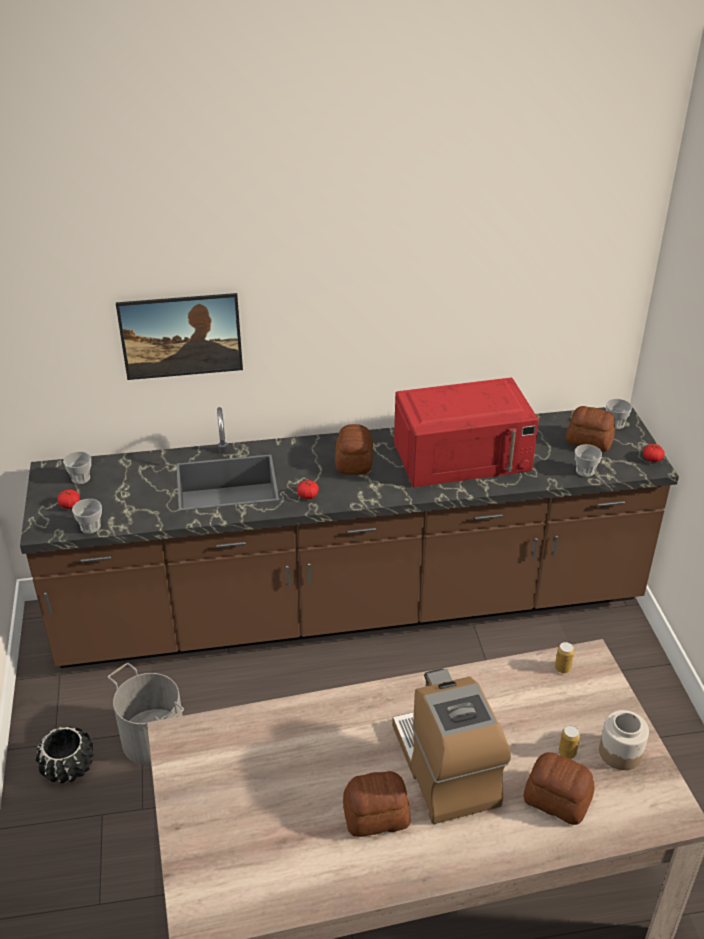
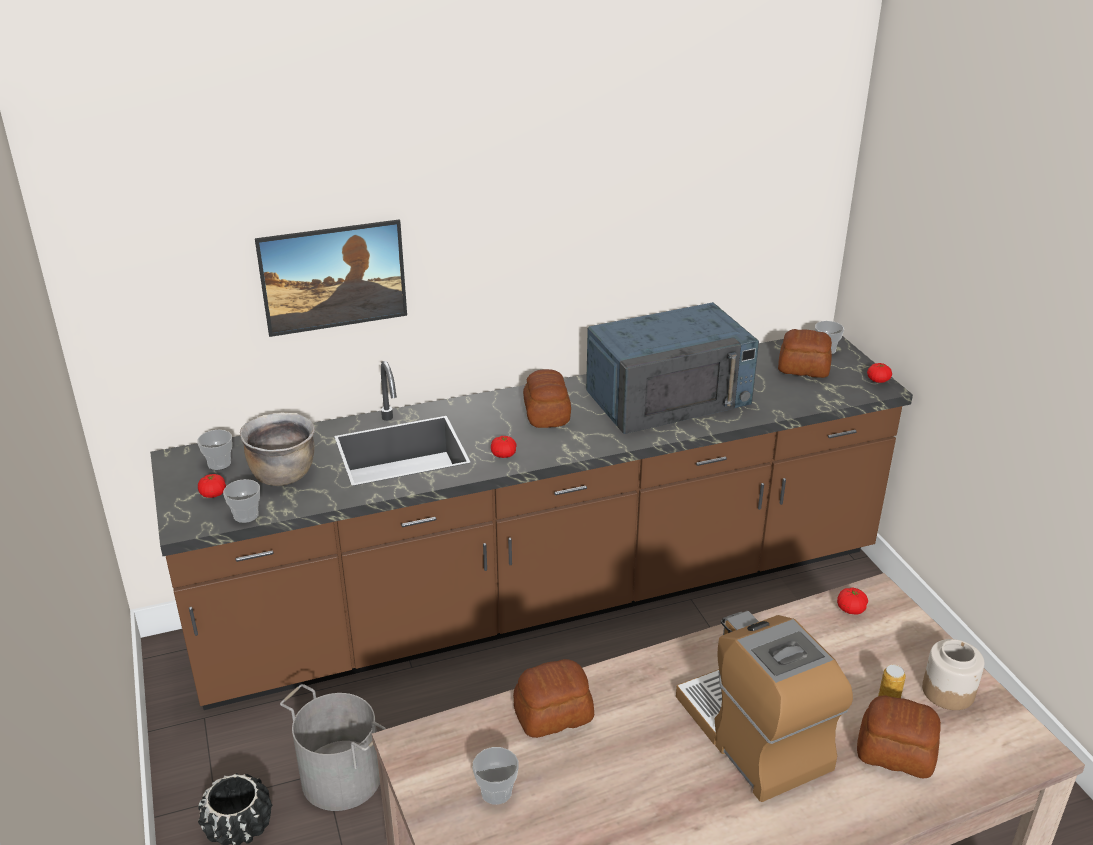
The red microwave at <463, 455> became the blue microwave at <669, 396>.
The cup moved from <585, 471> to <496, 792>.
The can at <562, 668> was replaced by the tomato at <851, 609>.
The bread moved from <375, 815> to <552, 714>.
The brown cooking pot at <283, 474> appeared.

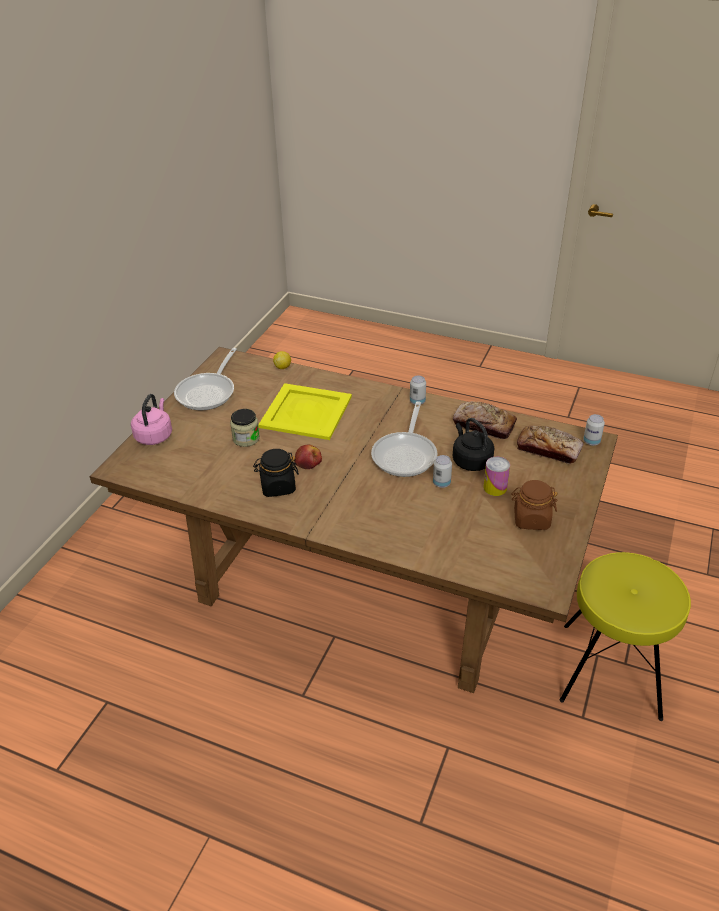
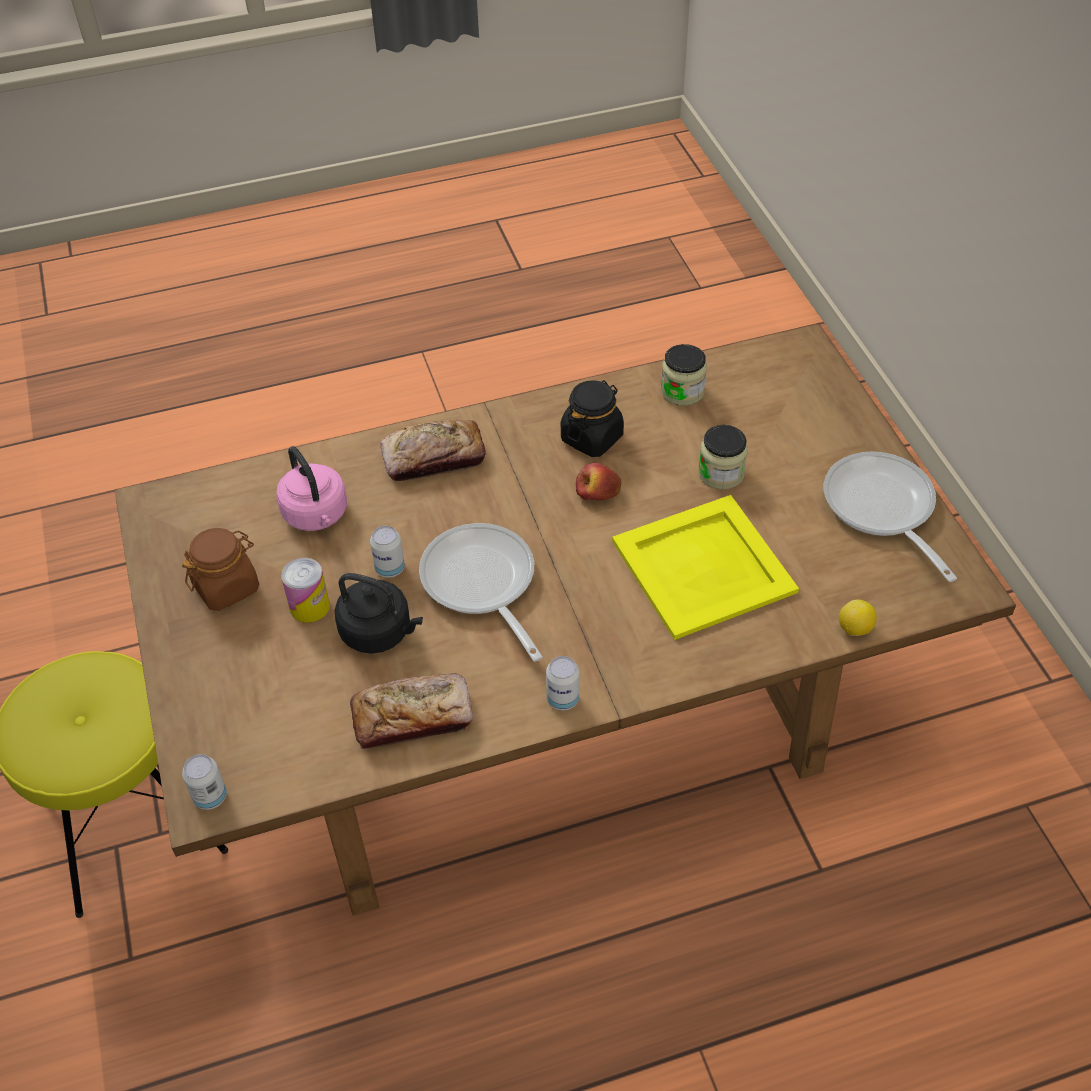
The pink kettle moved from <154, 435> to <317, 515>.
The bread moved from <549, 449> to <433, 458>.
The jar at <682, 391> appeared.

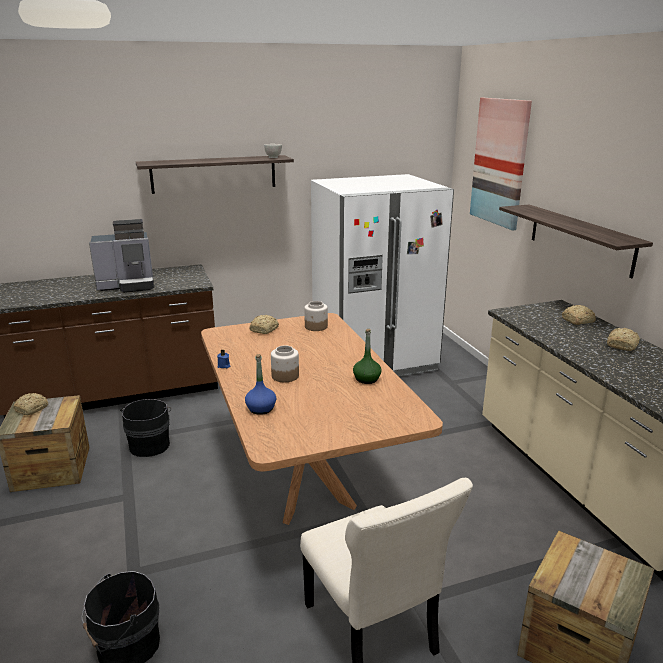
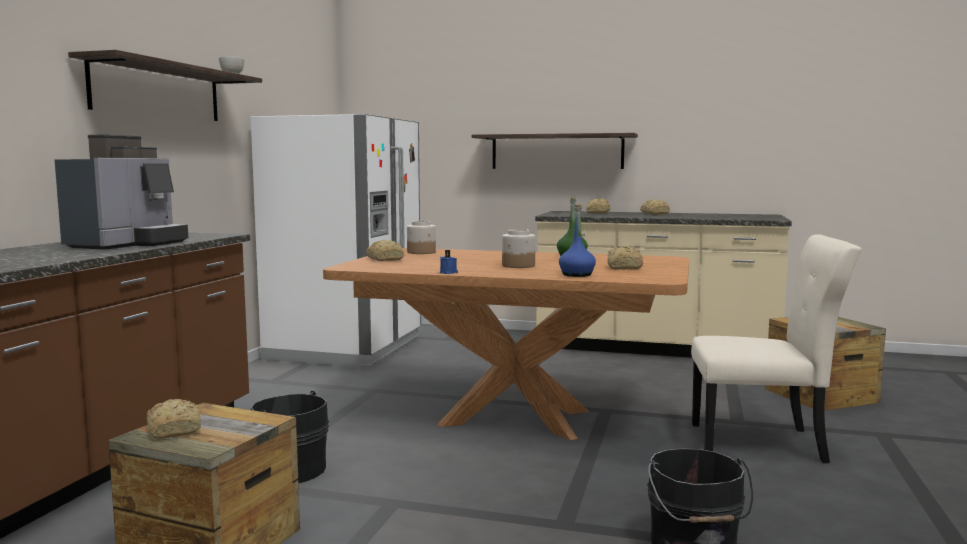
The picture at <500, 162> disappeared.
The bread at <624, 268> appeared.

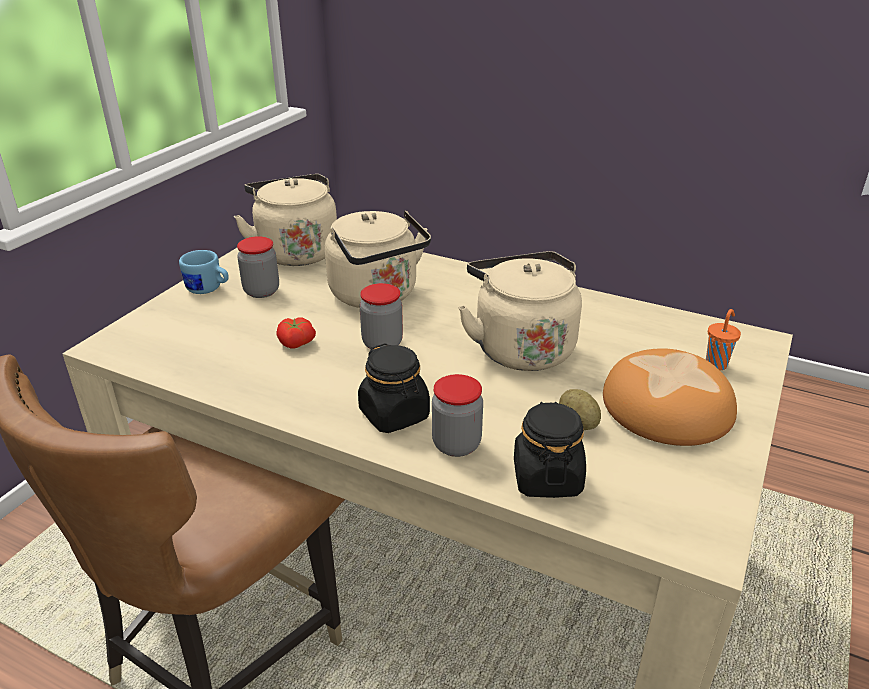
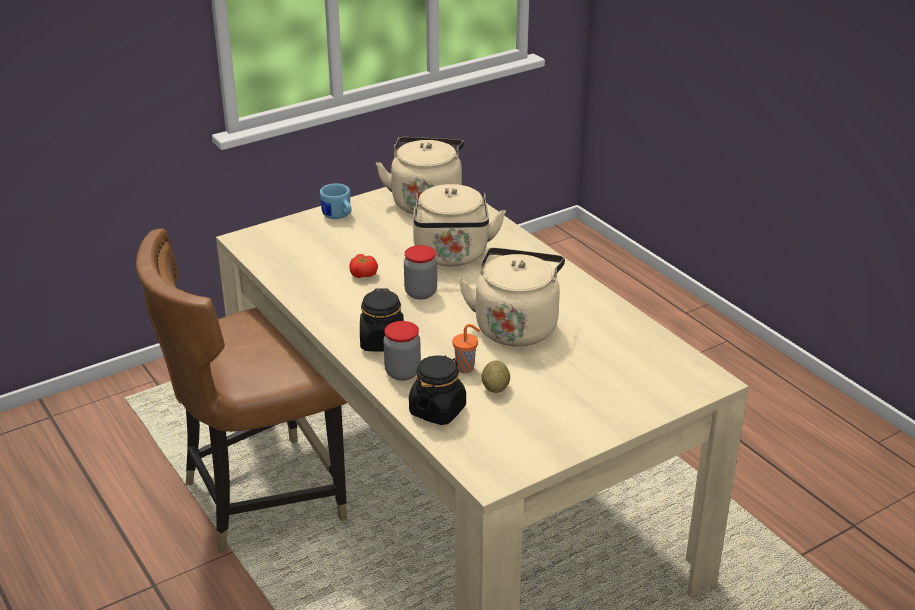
The jar at <261, 291> disappeared.
The orange cup moved from <716, 364> to <466, 368>.
The bread at <668, 407> disappeared.

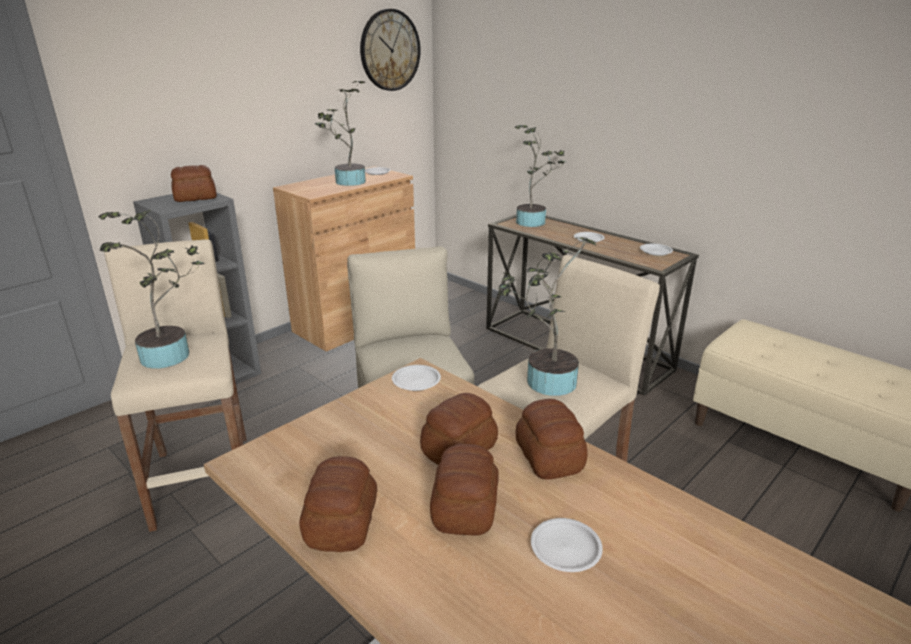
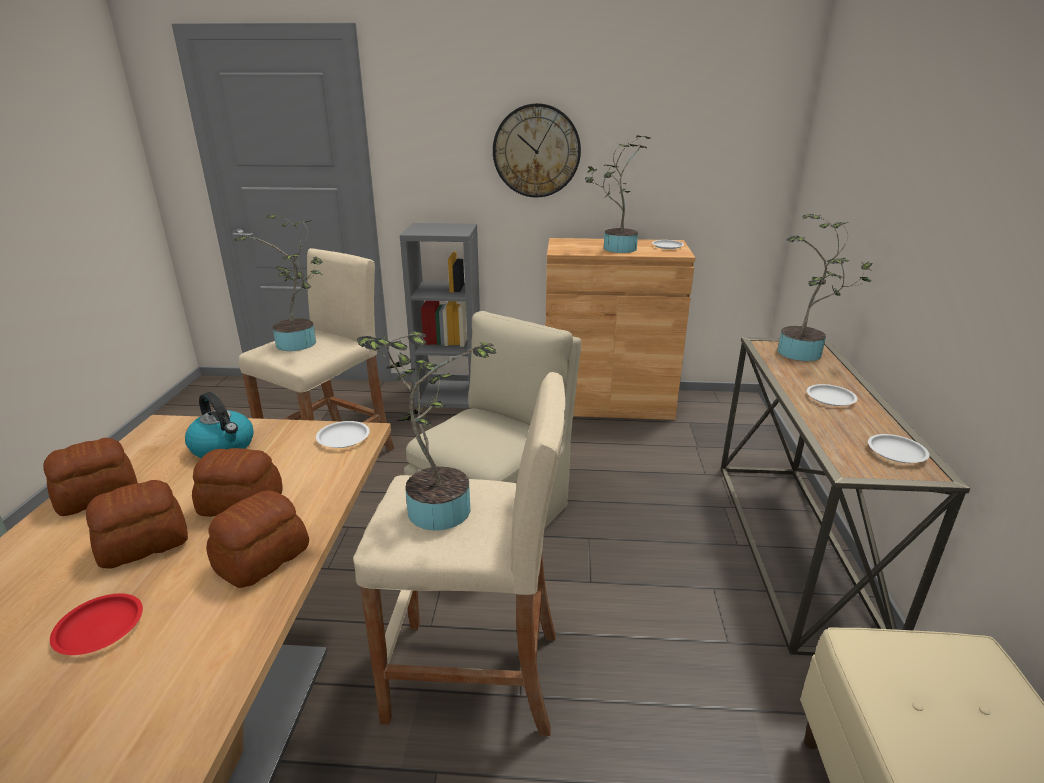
The wall clock moved from <390, 50> to <536, 151>.
The bread at <195, 198> disappeared.
The white plate at <565, 548> became the red plate at <100, 628>.
The kettle at <224, 447> appeared.

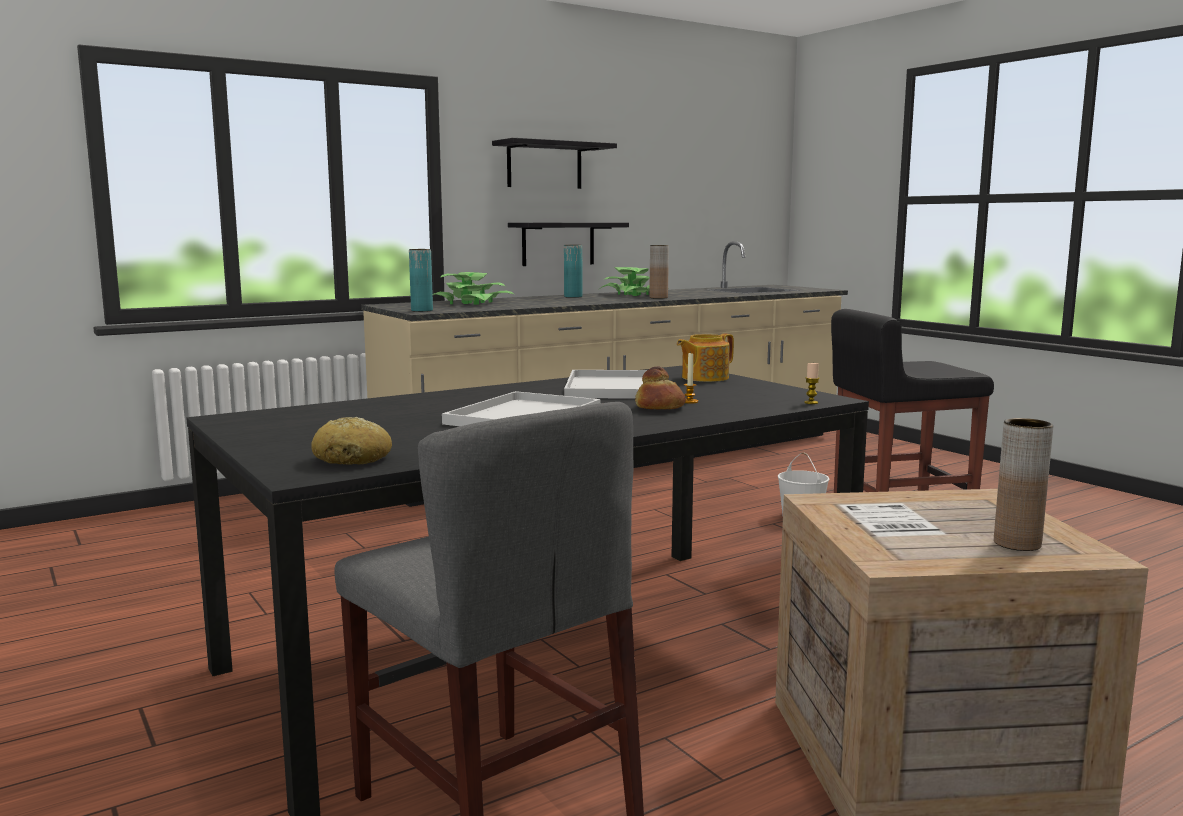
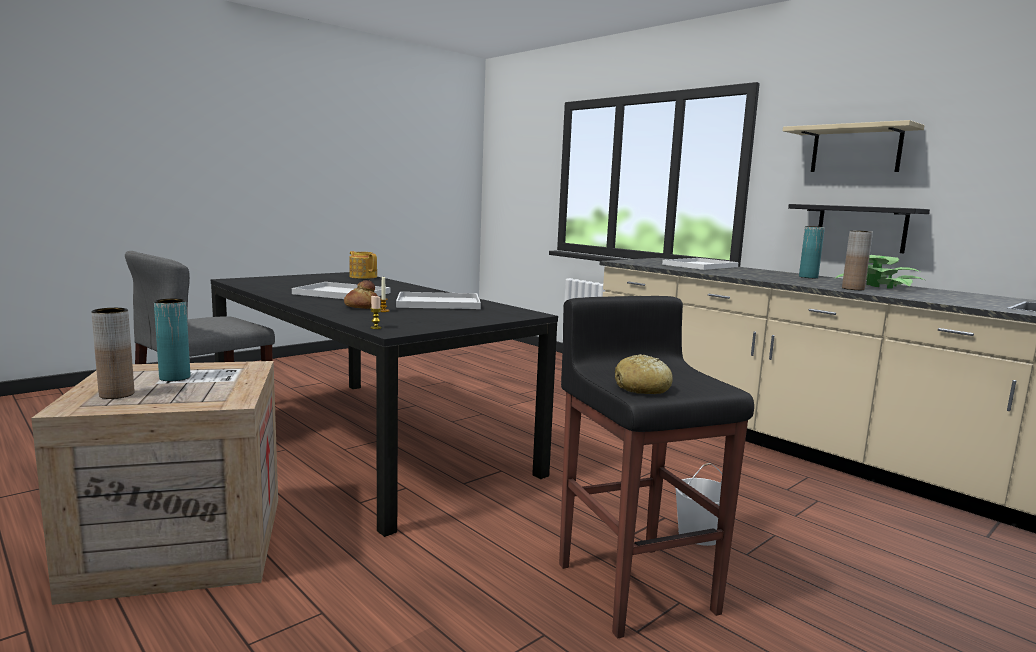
The black shelf at <544, 165> became the beige shelf at <856, 150>.
The turquoise vase moved from <422, 310> to <175, 377>.
The potted plant at <471, 303> was replaced by the white tray at <700, 265>.
The teapot moved from <704, 378> to <363, 276>.
The bread moved from <353, 459> to <642, 388>.

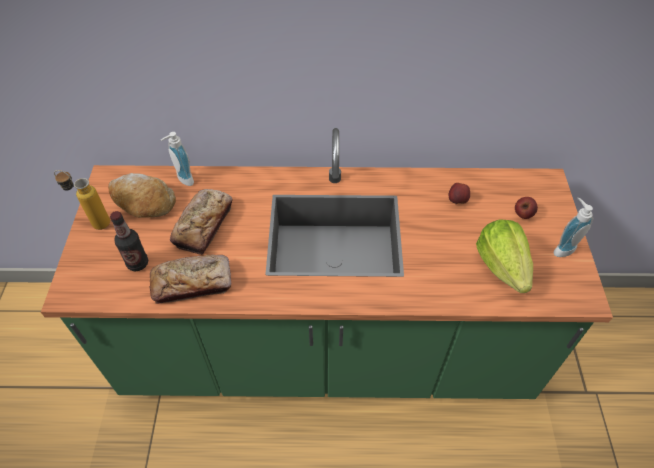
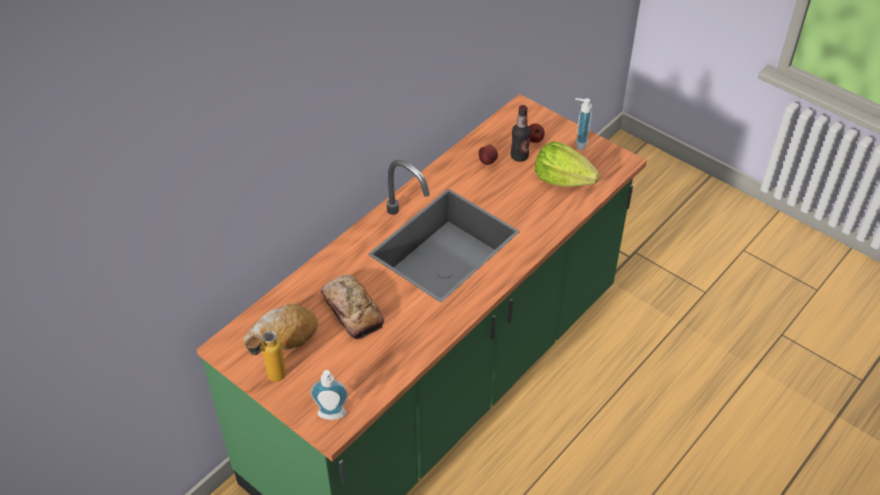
The soap dispenser moved from <183, 180> to <331, 417>.
The bottle moved from <137, 263> to <519, 156>.
The bread at <192, 283> disappeared.

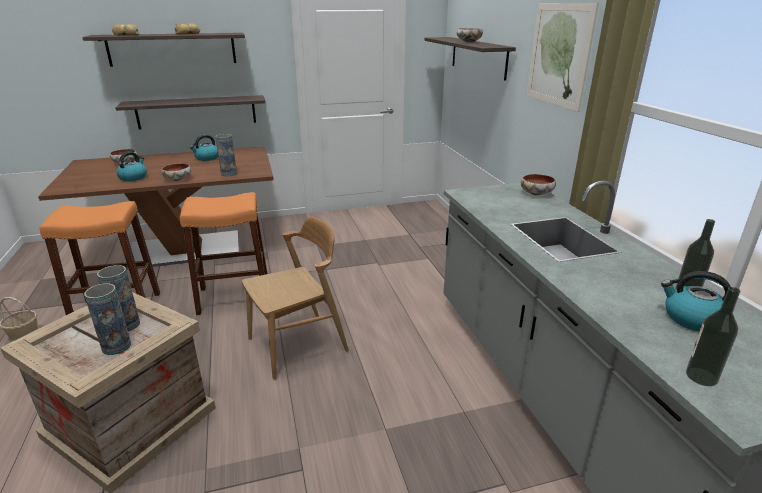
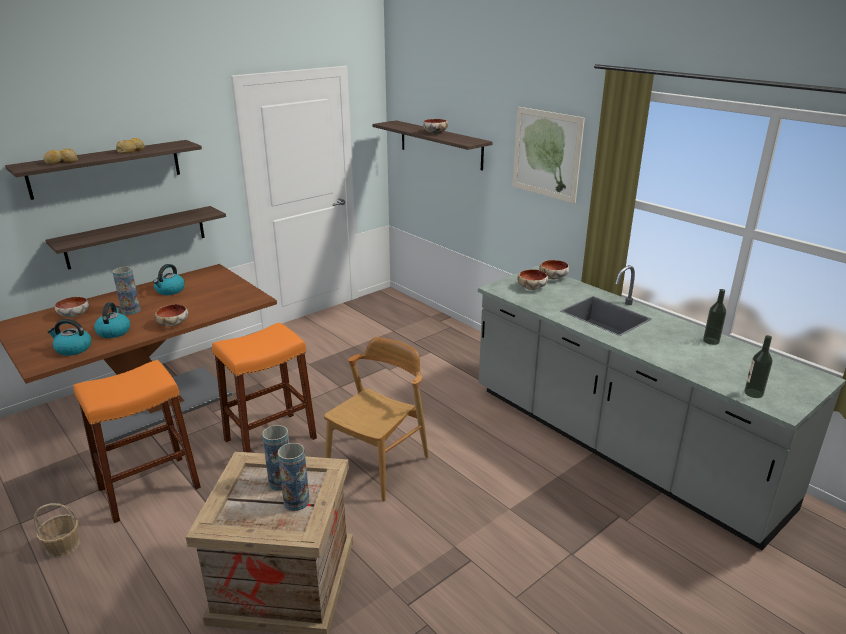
The vase moved from <229, 174> to <131, 310>.
The kettle moved from <692, 319> to <73, 349>.
The bowl at <532, 287> appeared.

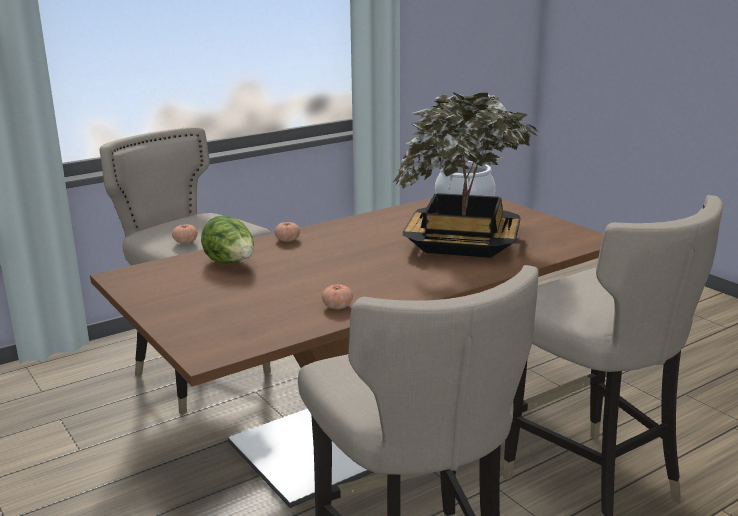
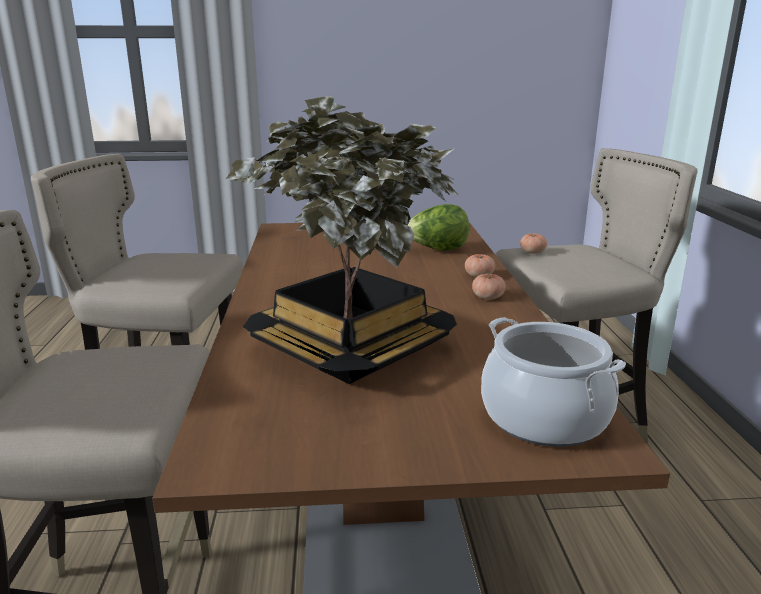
The tomato moved from <337, 306> to <488, 297>.

